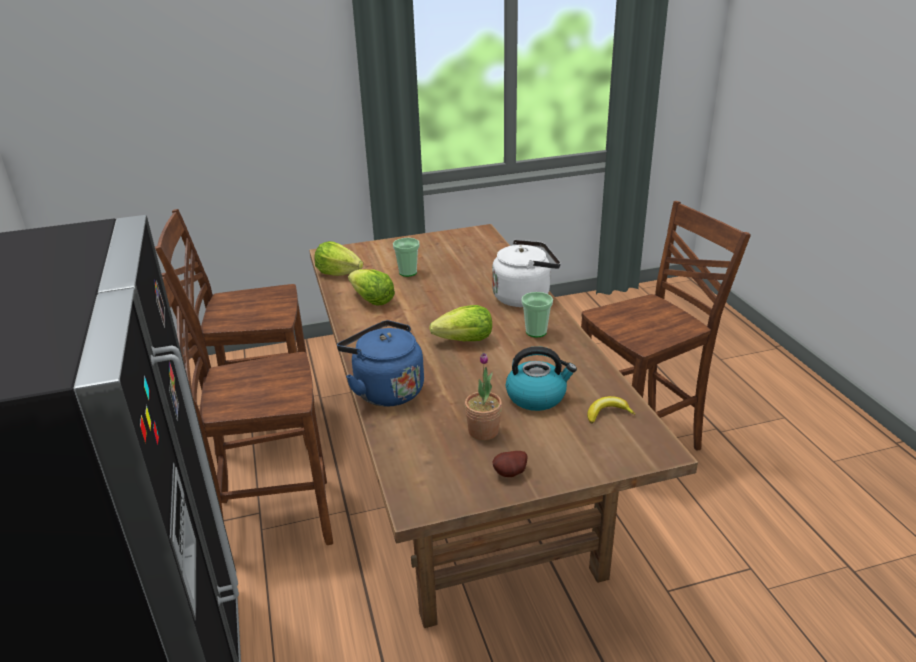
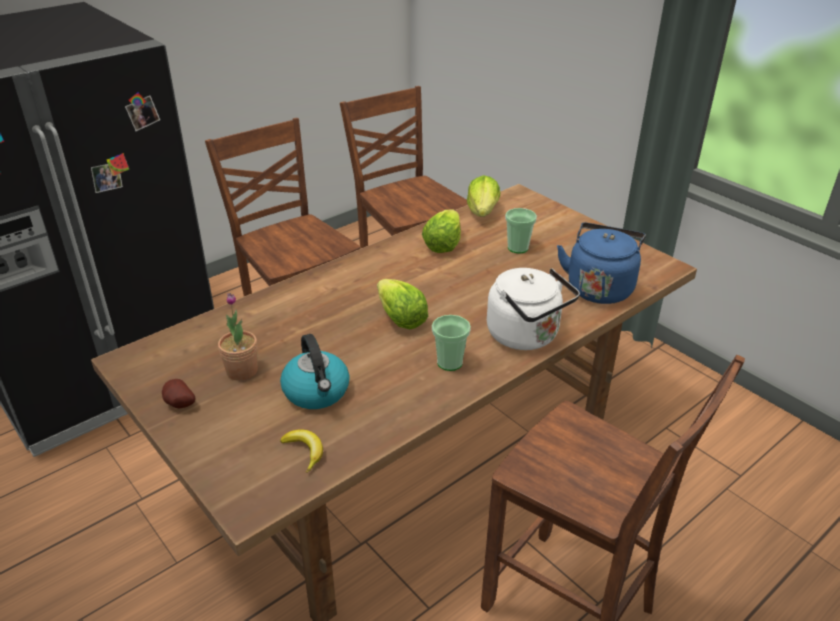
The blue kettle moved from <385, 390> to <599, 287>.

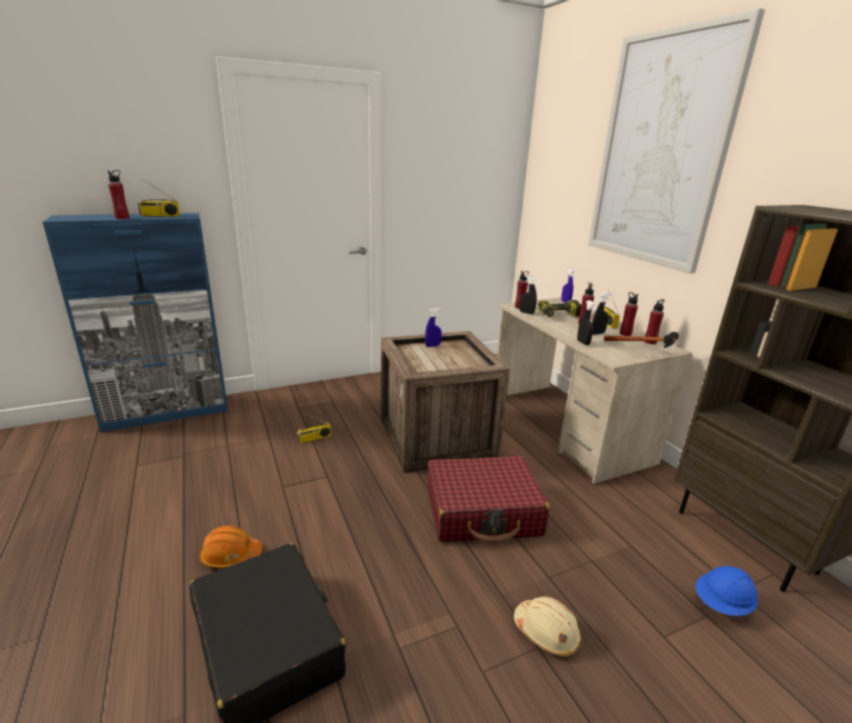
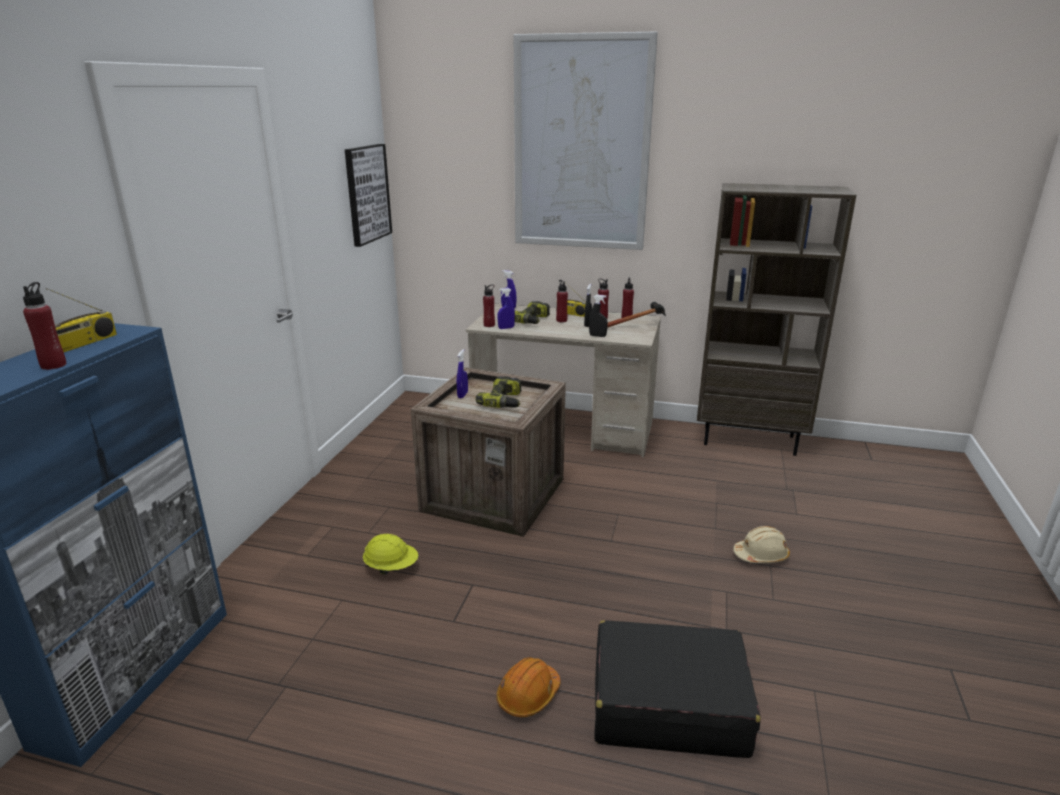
The black spray bottle at <526, 313> became the blue spray bottle at <506, 328>.
The radio at <314, 438> was replaced by the yellow hard hat at <391, 567>.
The red suitcase at <483, 512> disappeared.
The blue hard hat at <721, 605> disappeared.
The picture at <367, 194> appeared.
The power drill at <505, 401> appeared.

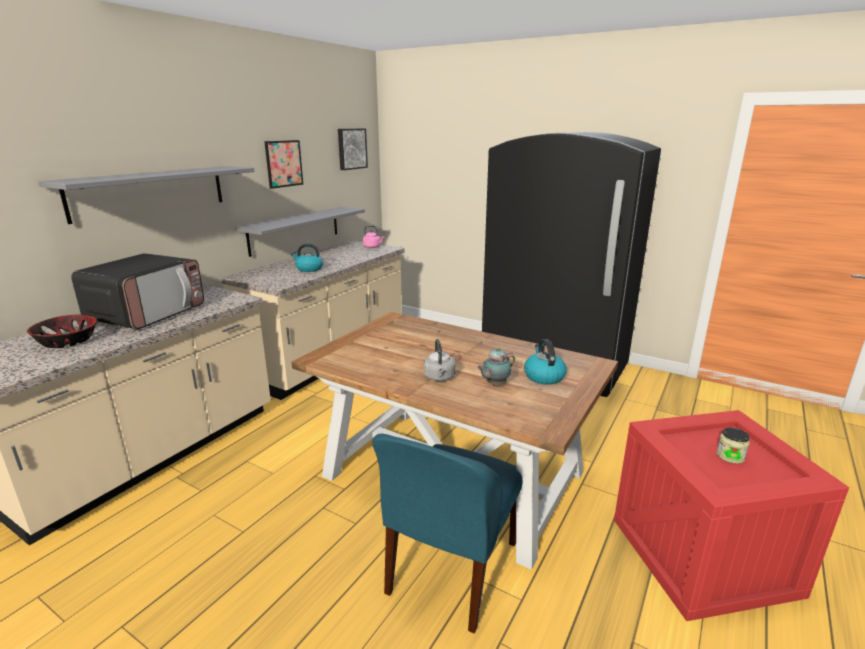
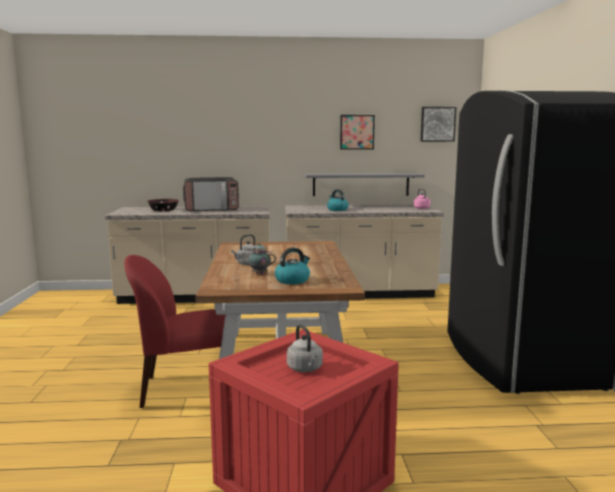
The grey shelf at <150, 192> disappeared.
The jar at <730, 456> was replaced by the grey kettle at <305, 369>.
The blue chair at <451, 570> became the red chair at <185, 389>.

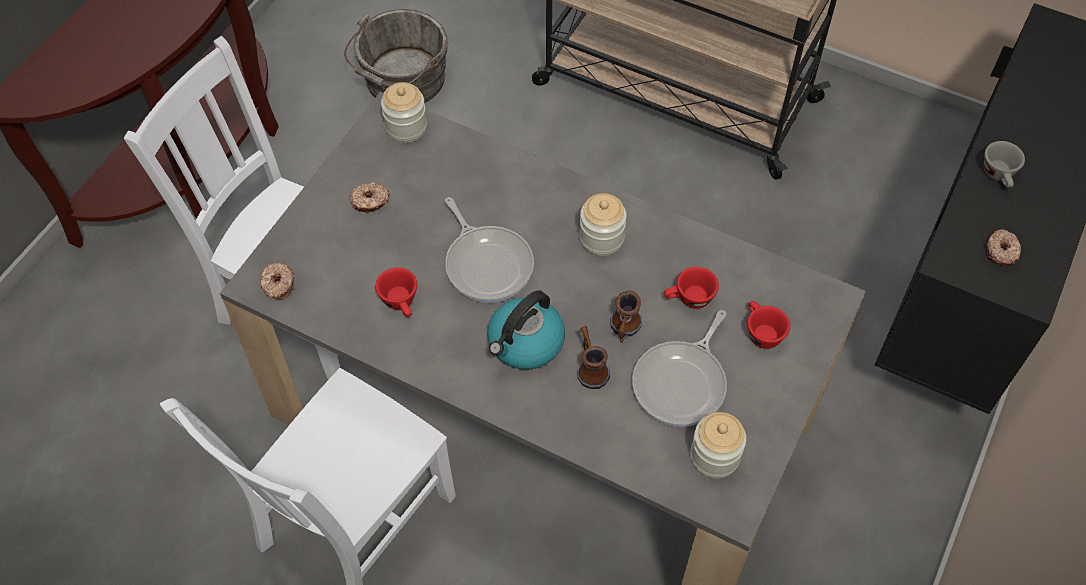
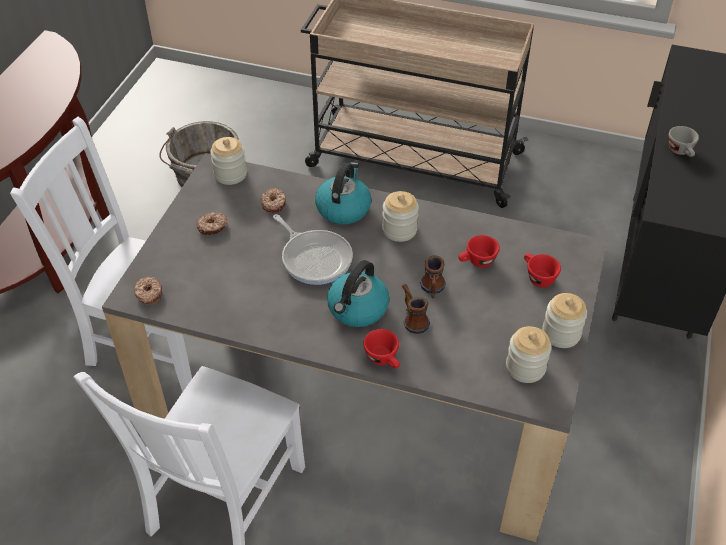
The donut moved from <1001, 251> to <274, 204>.
The red cup moved from <401, 303> to <384, 359>.
The frying pan at <682, 383> disappeared.
The kettle at <343, 208> appeared.
The jar at <561, 333> appeared.

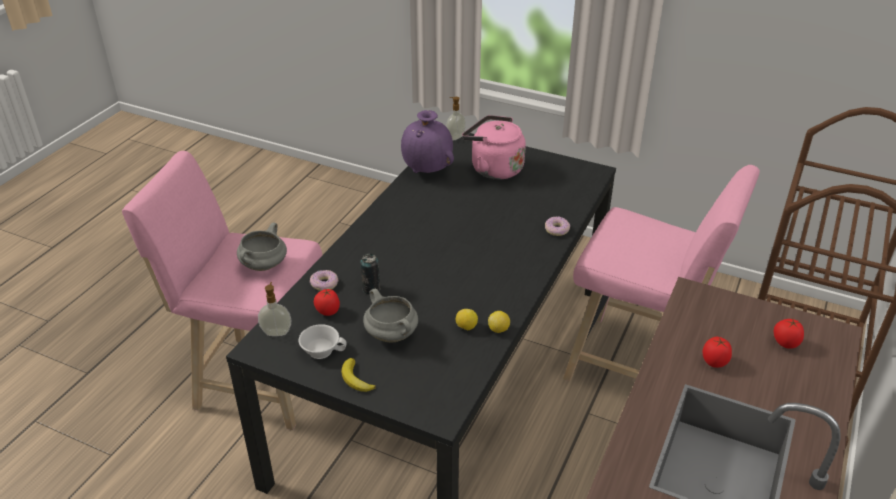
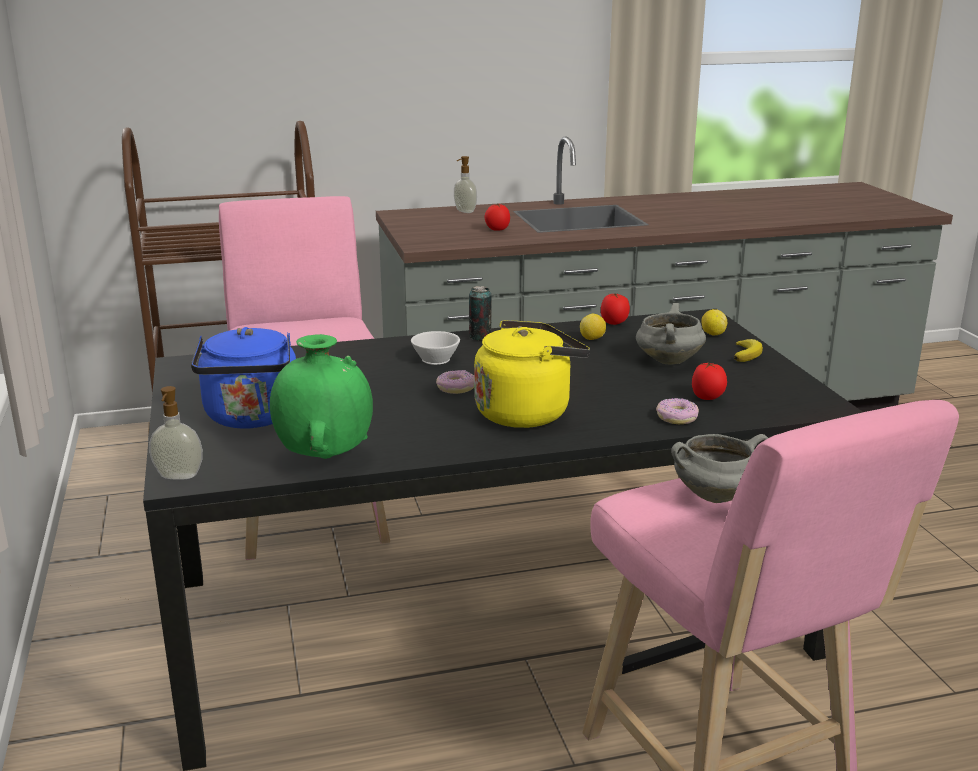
The purple vase at <427, 171> became the green vase at <324, 457>.
The pink kettle at <493, 168> became the blue kettle at <253, 418>.
The donut moved from <557, 229> to <456, 388>.
The can moved from <371, 289> to <480, 337>.
The soap dispenser moved from <277, 332> to <464, 211>.
The lemon moved from <498, 329> to <713, 334>.
The tomato moved from <785, 343> to <614, 323>.
The white cup moved from <322, 349> to <433, 359>.
The yellow kettle at <527, 412> appeared.

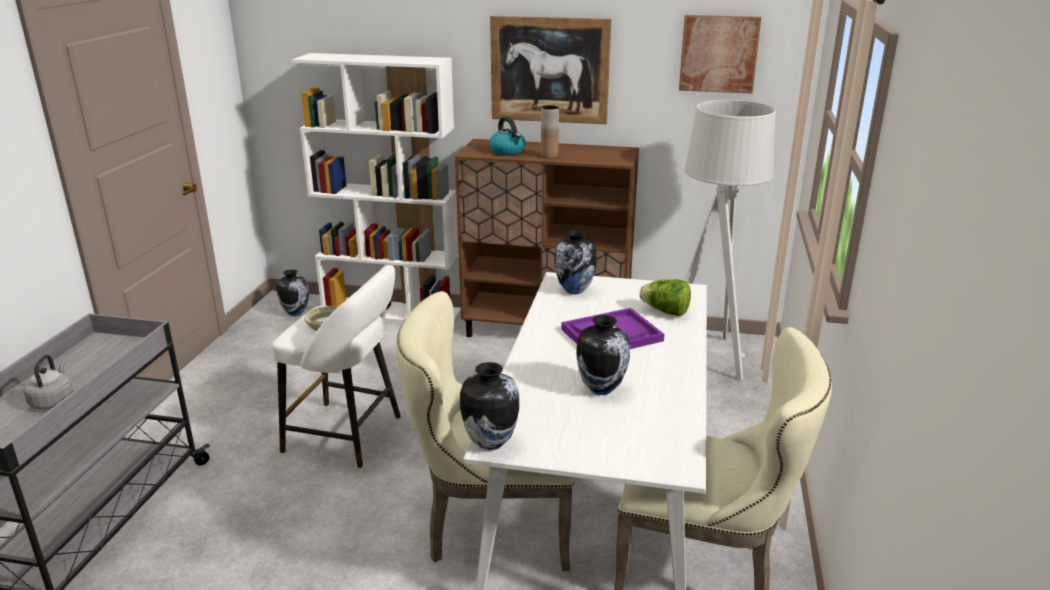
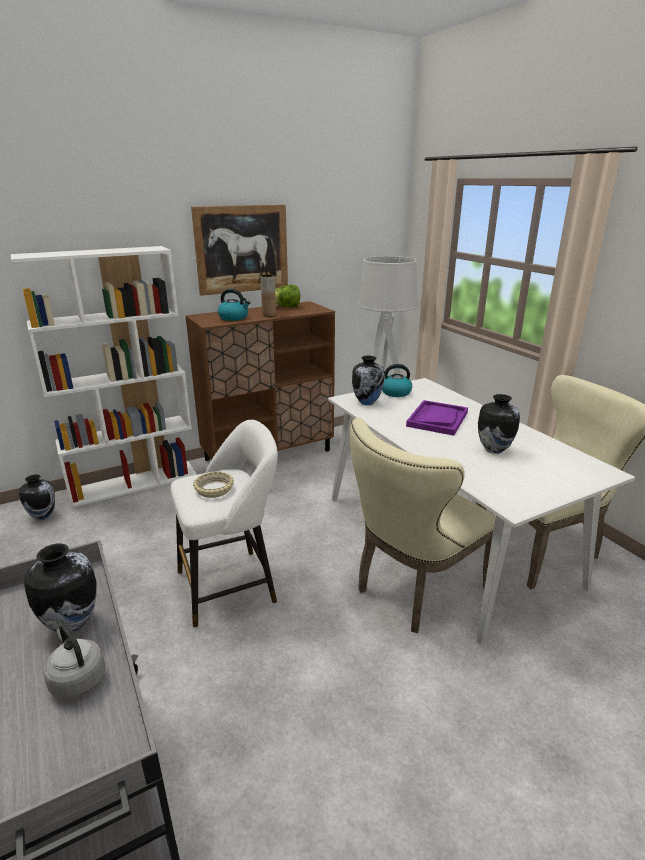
The picture at <718, 54> disappeared.
The lettuce moved from <665, 312> to <286, 307>.
The vase moved from <490, 442> to <71, 623>.
The kettle at <395, 392> appeared.

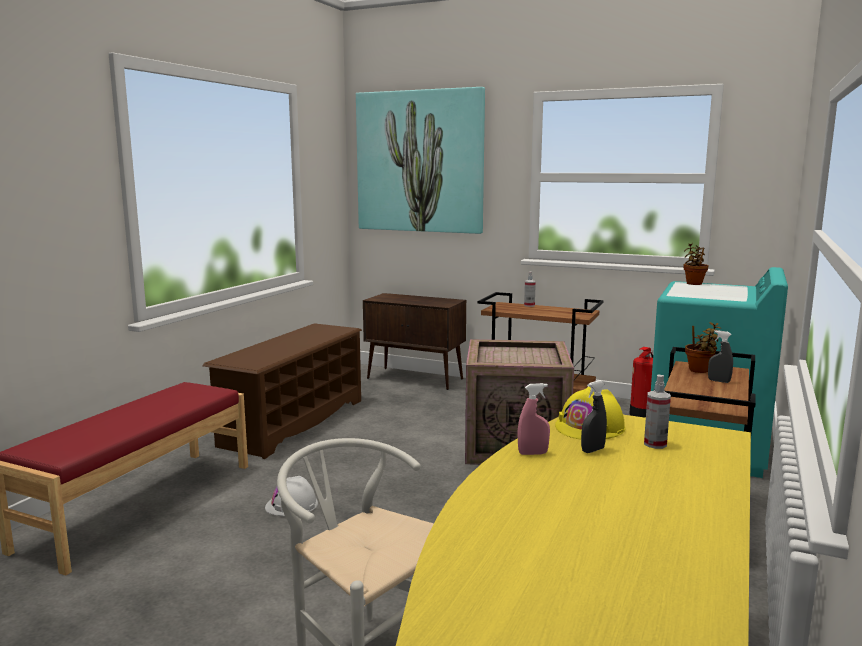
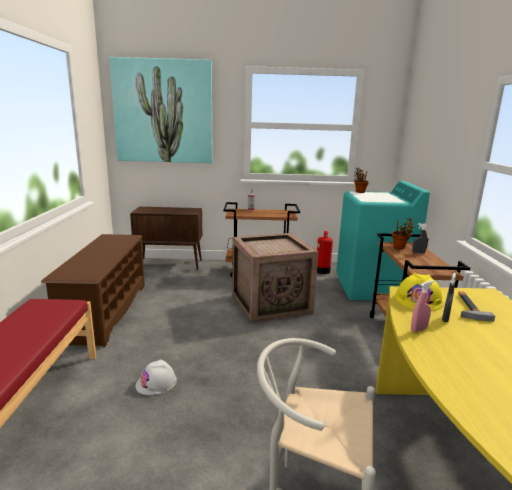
The spray bottle at <655, 444> was replaced by the hammer at <467, 307>.

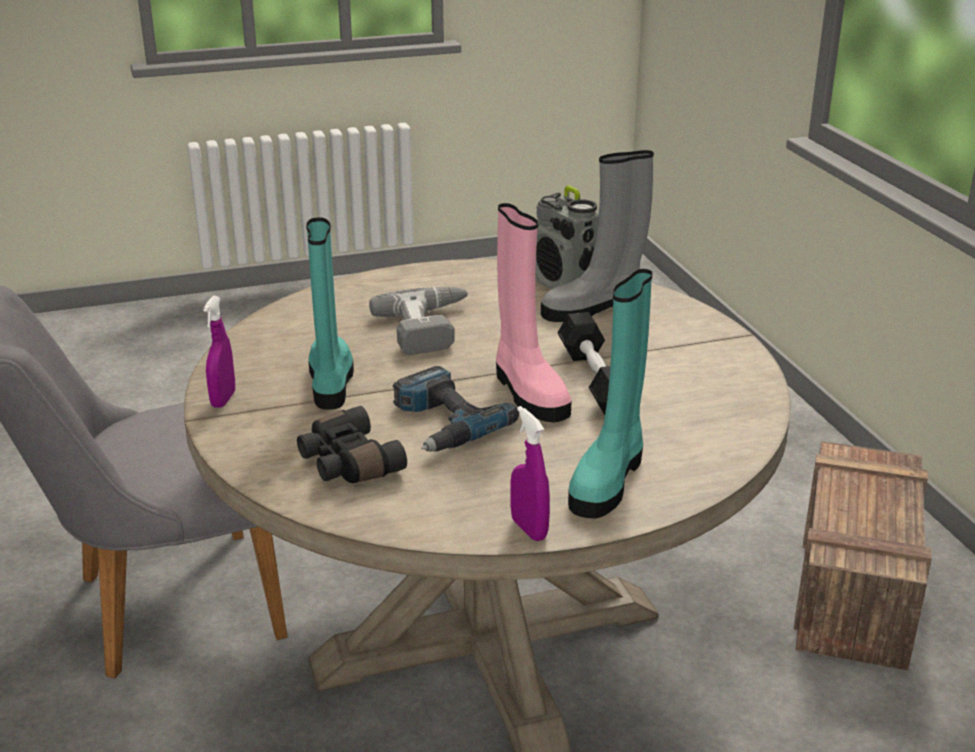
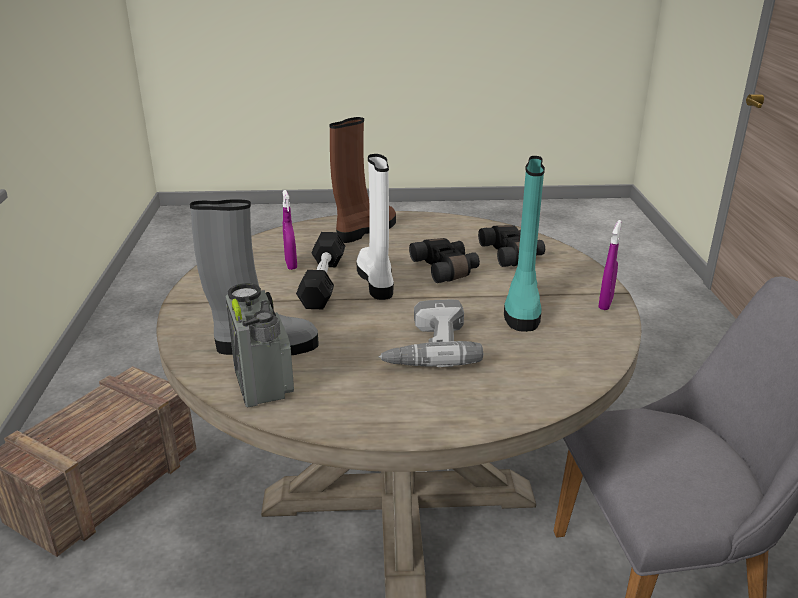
The pink boot at <528, 392> became the white boot at <377, 281>.
The turquoise boot at <608, 479> became the brown boot at <365, 231>.
The power drill at <442, 423> was replaced by the black binoculars at <446, 269>.
The purple spray bottle moved from <529, 529> to <291, 265>.

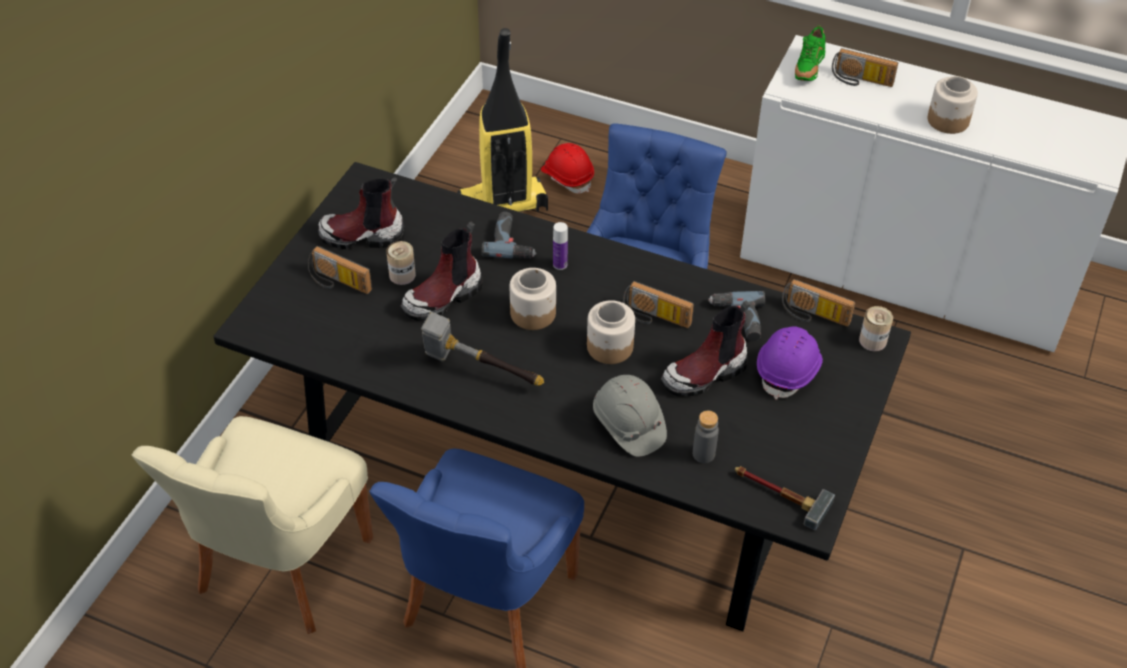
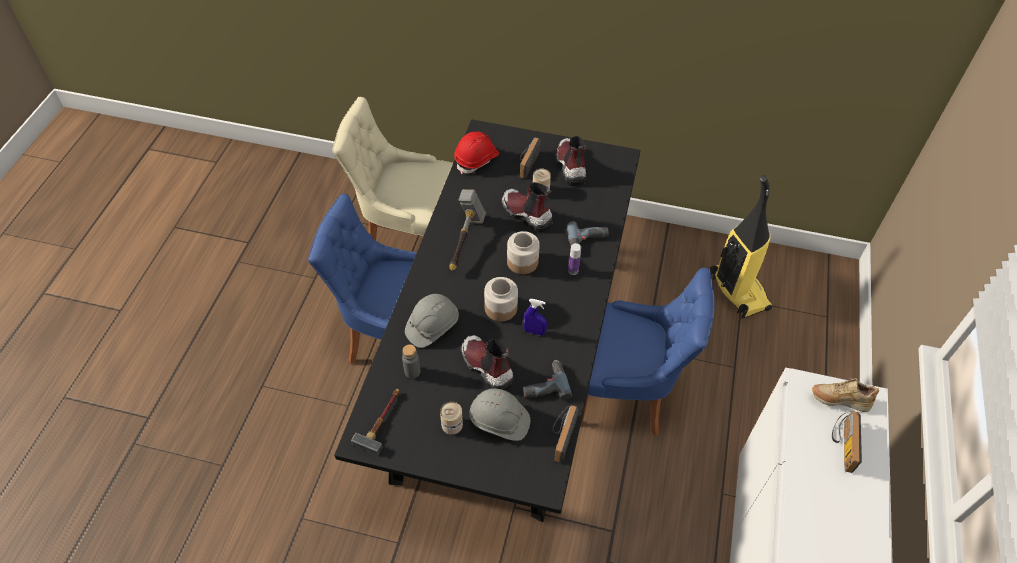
The green shoe at <808, 69> became the beige shoe at <839, 400>.
The jar at <948, 121> disappeared.
The red hard hat moved from <567, 177> to <477, 159>.
The radio at <655, 318> was replaced by the blue spray bottle at <534, 331>.
The can moved from <872, 341> to <452, 425>.
The purple hard hat at <789, 370> became the grey hard hat at <499, 421>.

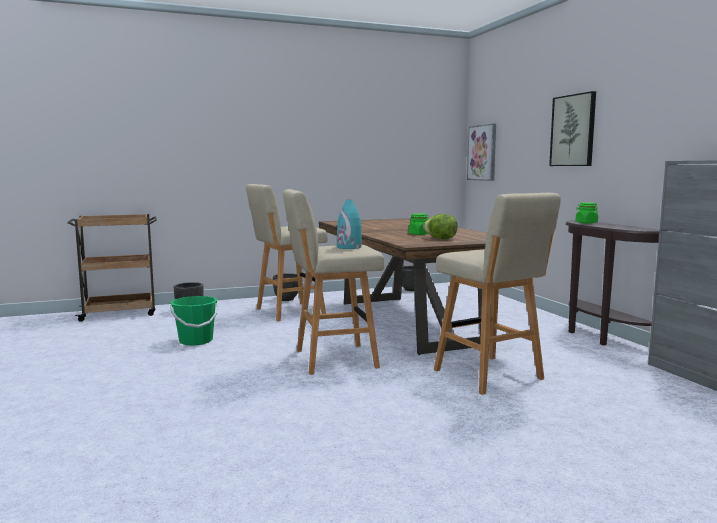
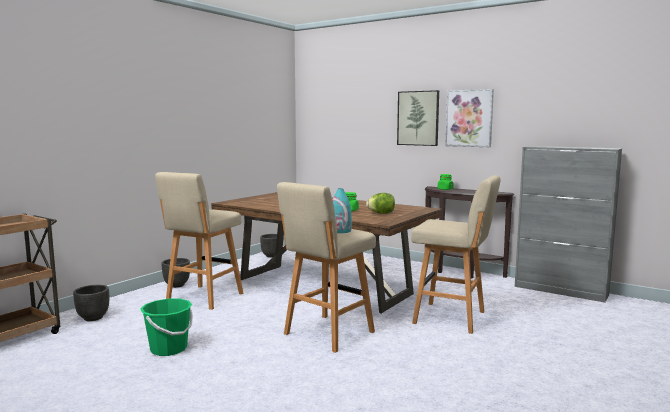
The picture moved from <482, 152> to <469, 118>.

